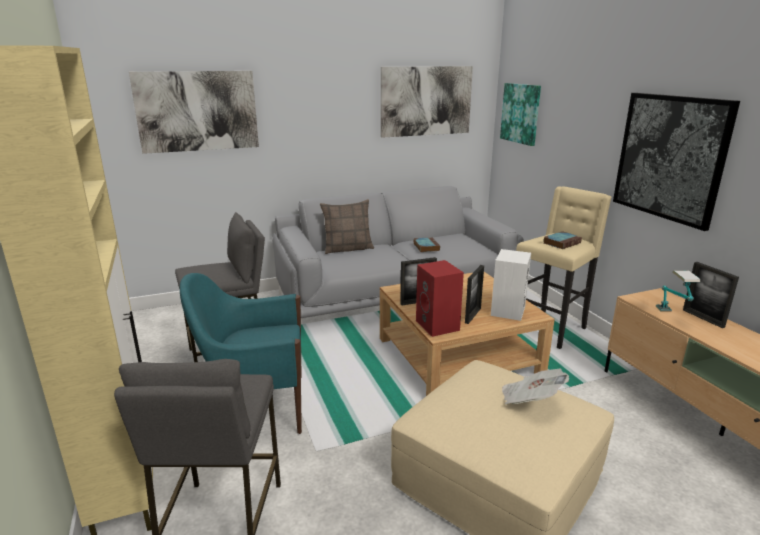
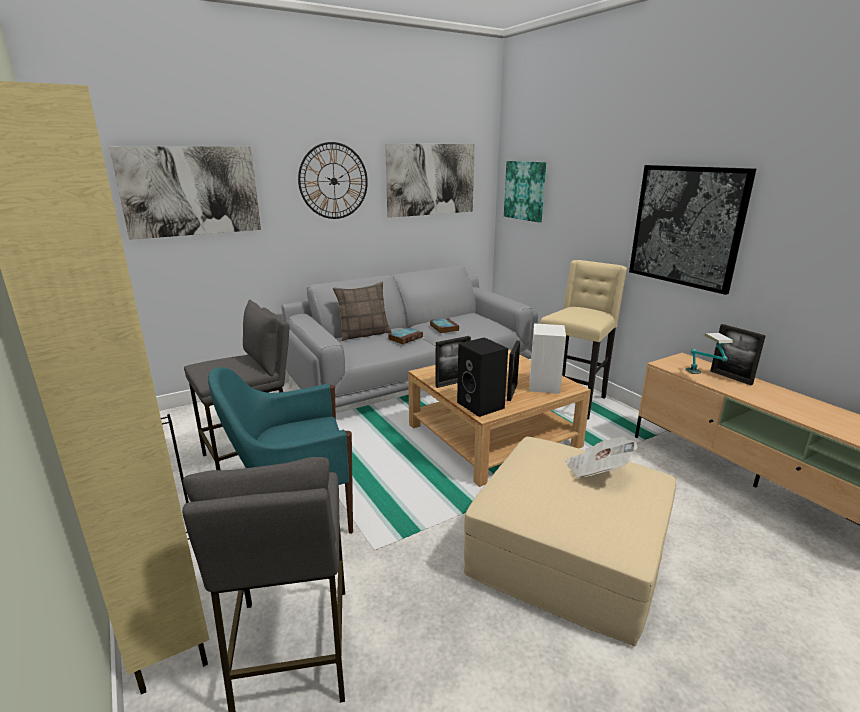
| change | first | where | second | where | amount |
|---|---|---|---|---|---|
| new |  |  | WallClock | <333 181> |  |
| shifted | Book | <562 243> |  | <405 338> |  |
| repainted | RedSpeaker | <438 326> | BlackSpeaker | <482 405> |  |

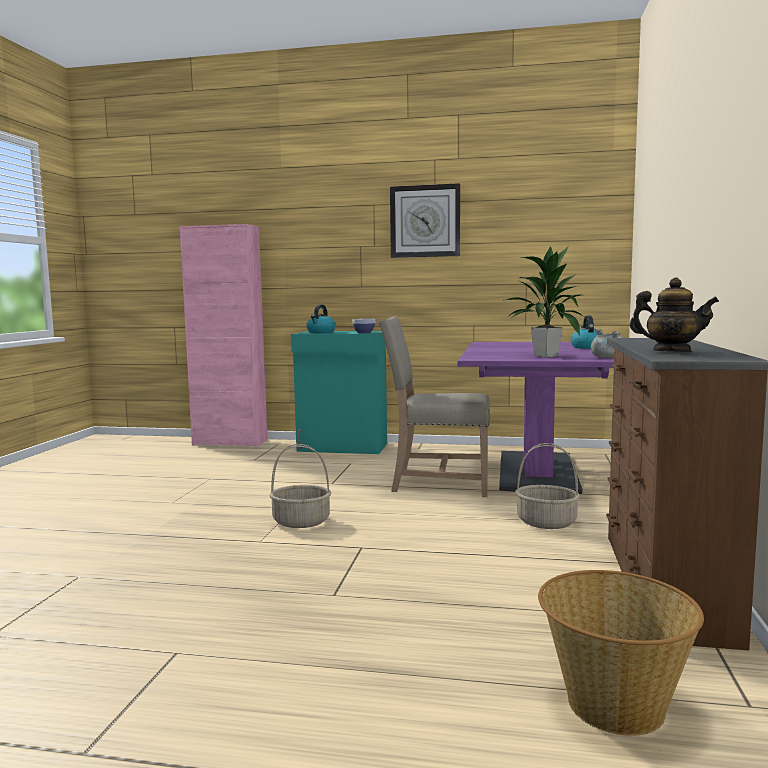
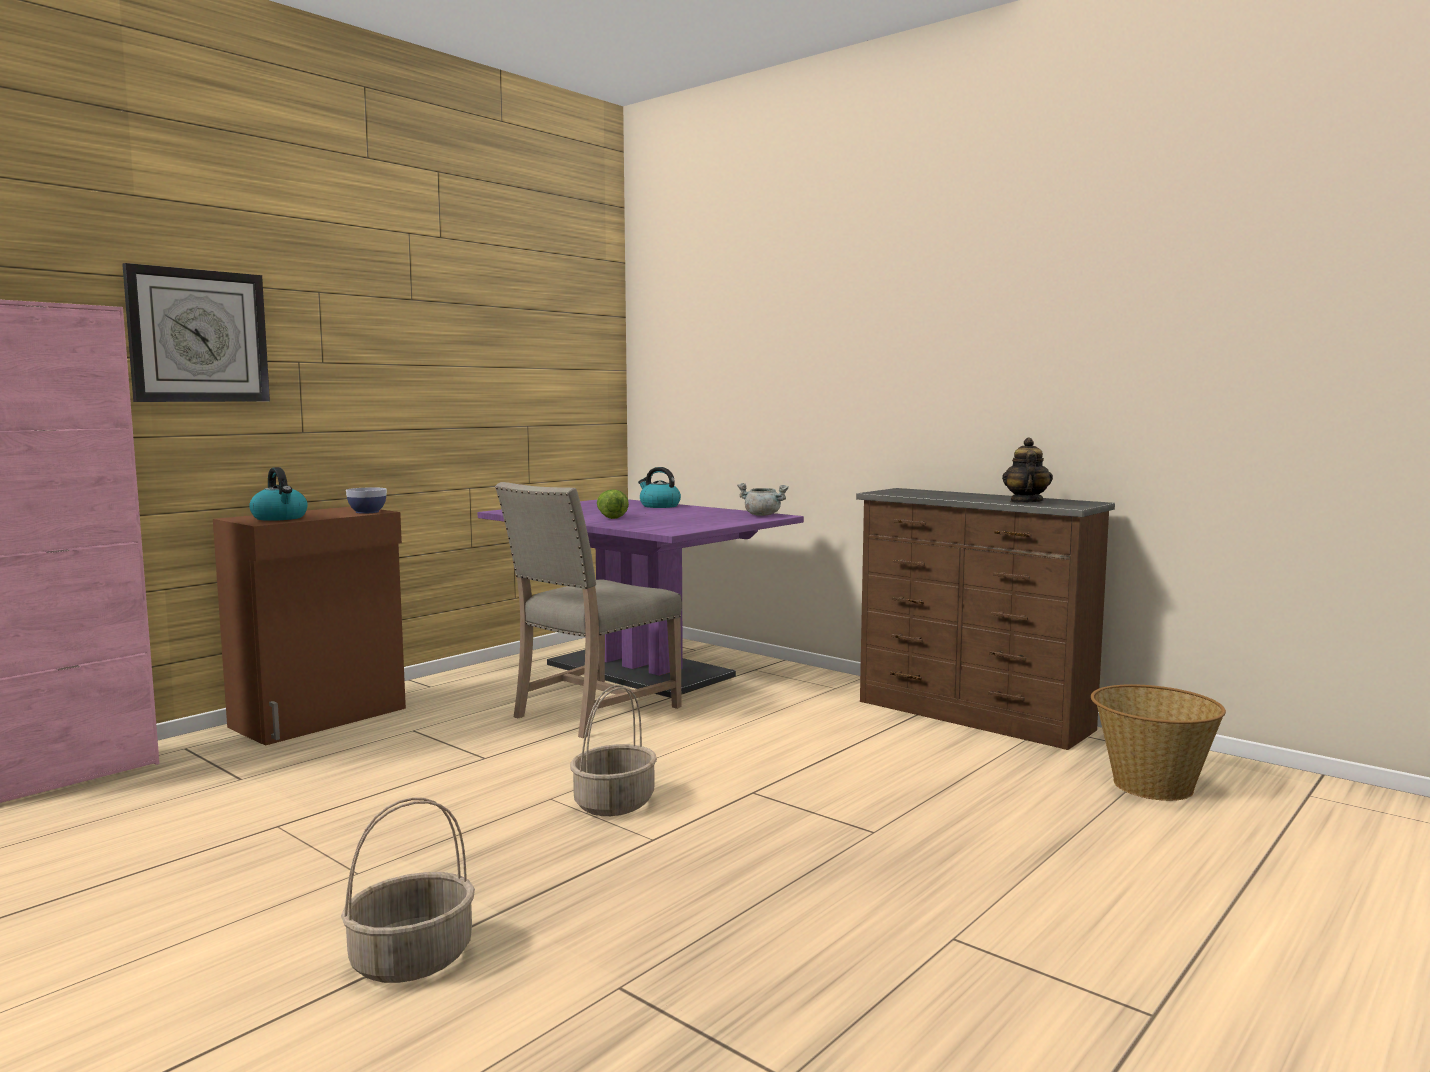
| change | first | where | second | where | amount |
|---|---|---|---|---|---|
| gone | PottedPlant | <544 356> |  |  |  |
| new |  |  | Lettuce | <611 517> |  |
| shifted | WallClock | <425 221> |  | <198 336> |  |
| shifted | Basket | <547 522> |  | <412 958> |  |
| repainted | TurquoiseCabinet | <342 448> | BrownCabinet | <321 718> |  |
| rotated | Teapot | <671 352> |  | <1025 502> | 45 degrees counterclockwise |

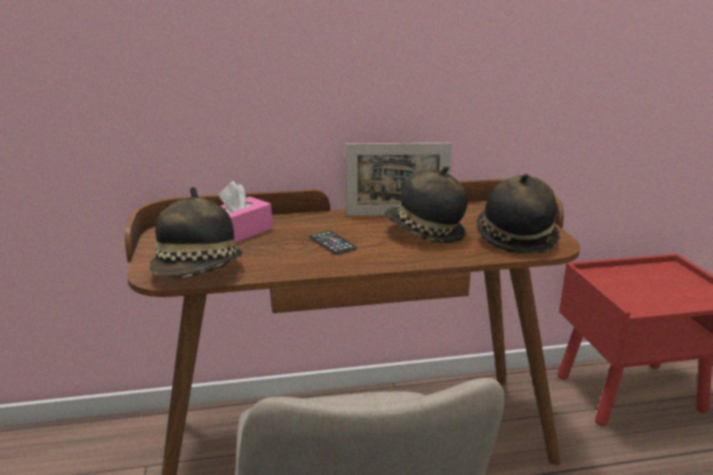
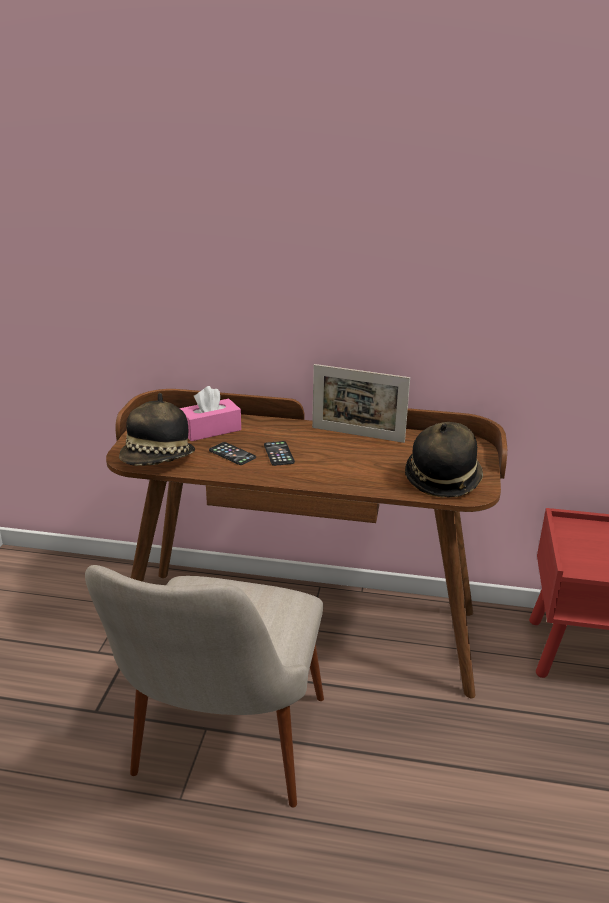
| change | first | where | second | where | amount |
|---|---|---|---|---|---|
| gone | Hat | <424 233> |  |  |  |
| new |  |  | Phone | <232 454> |  |

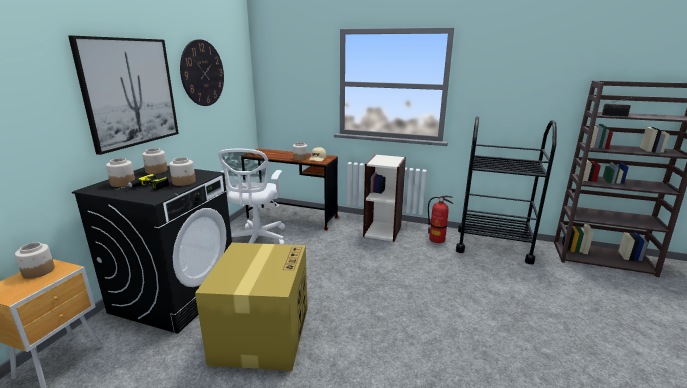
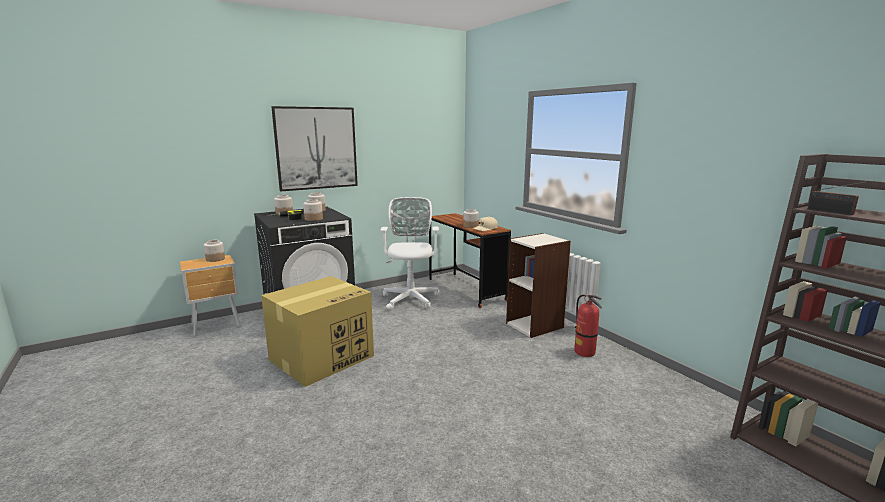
| change | first | where | second | where | amount |
|---|---|---|---|---|---|
| gone | WallClock | <202 73> |  |  |  |
| gone | BlackCart | <492 245> |  |  |  |
| rotated | WhiteOfficeChair | <257 240> |  | <411 298> | 135 degrees clockwise |

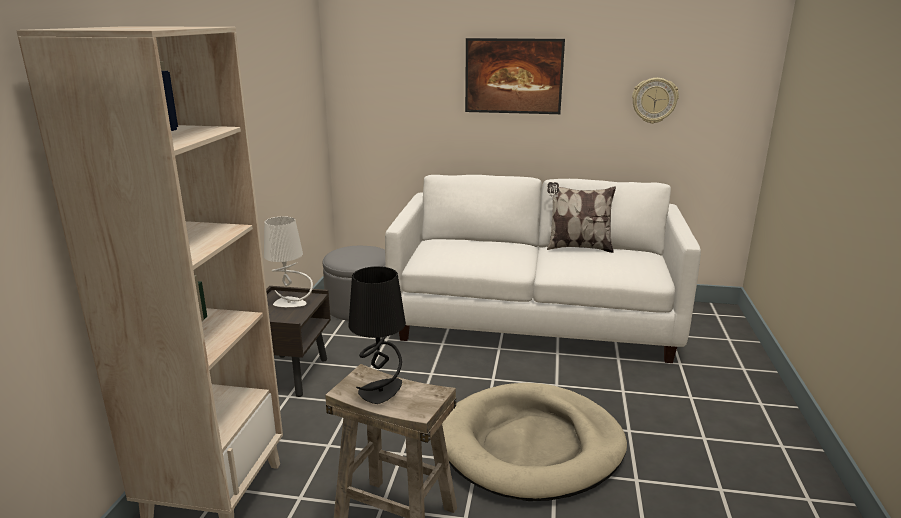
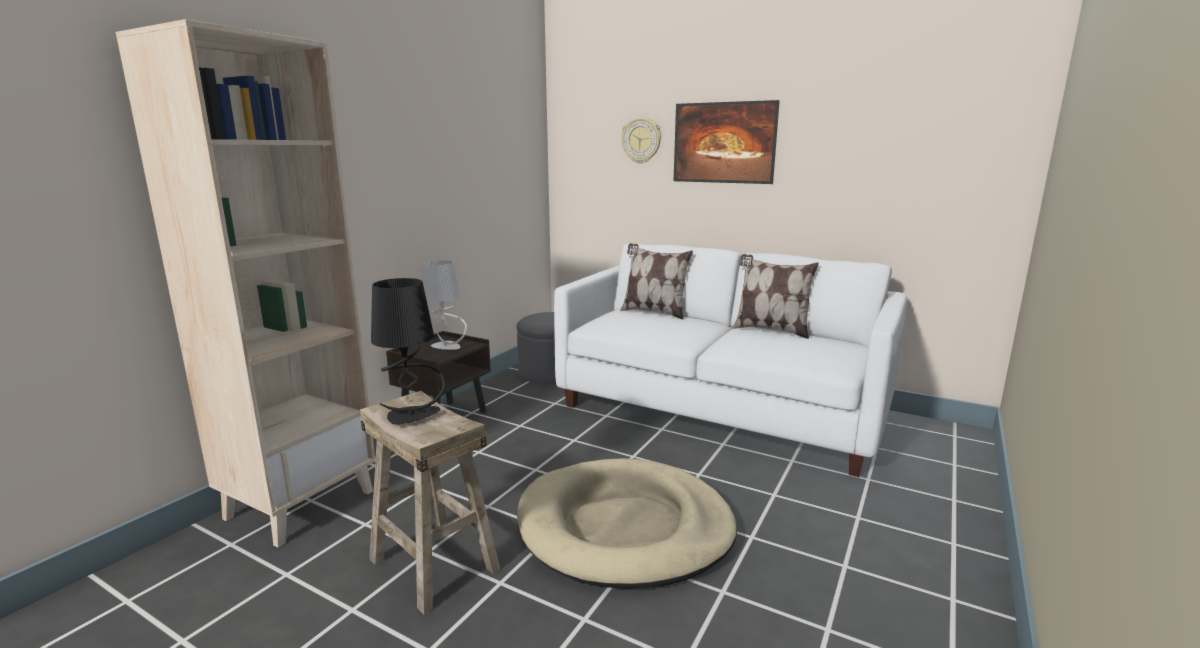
| change | first | where | second | where | amount |
|---|---|---|---|---|---|
| new |  |  | Pillow | <654 312> |  |
| shifted | WallClock | <654 100> |  | <641 140> |  |

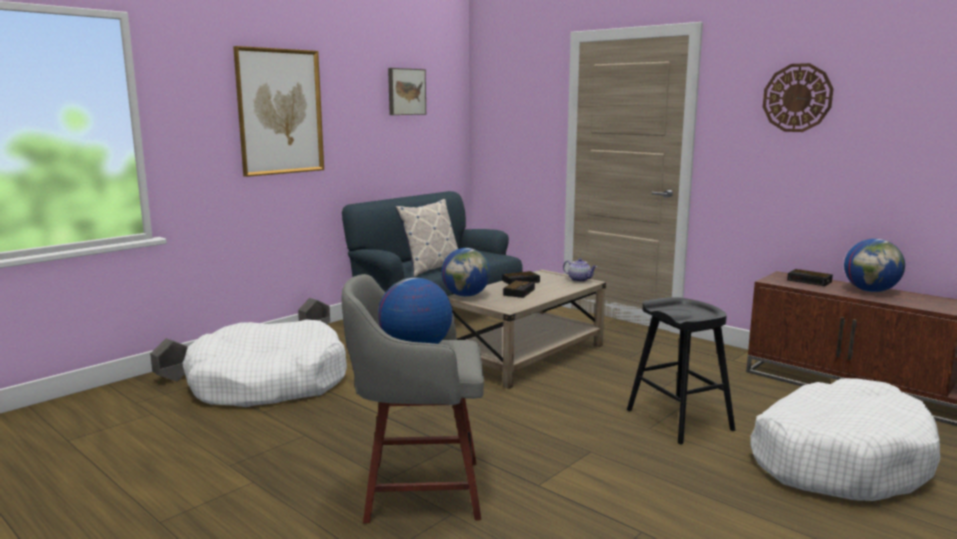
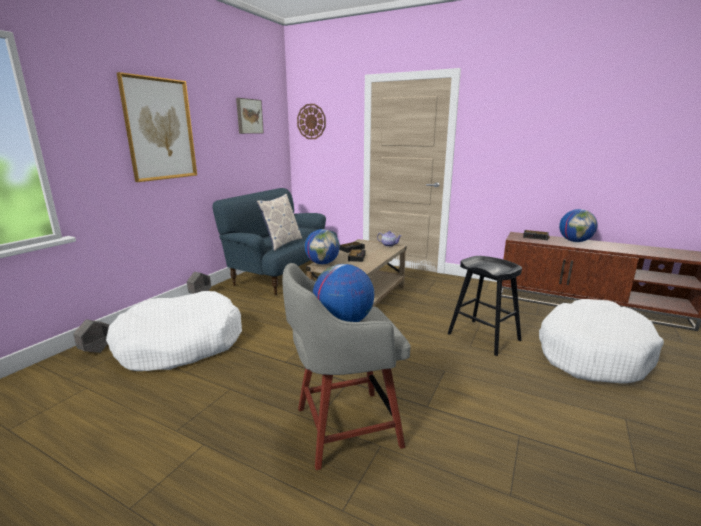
| change | first | where | second | where | amount |
|---|---|---|---|---|---|
| shifted | WallClock | <797 98> |  | <311 121> |  |

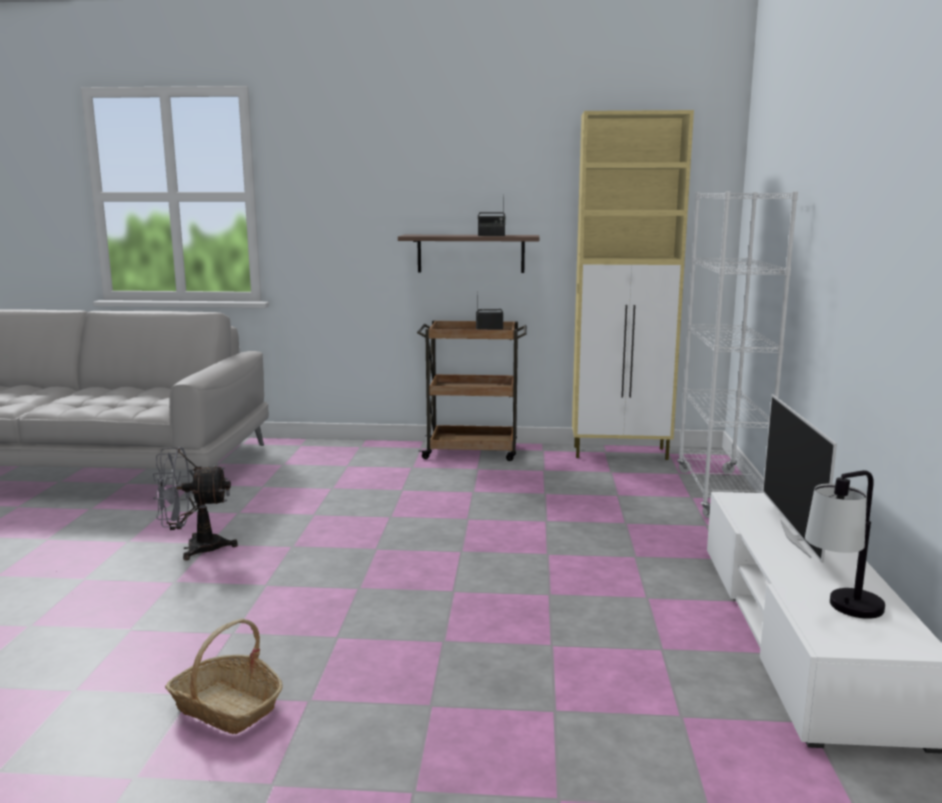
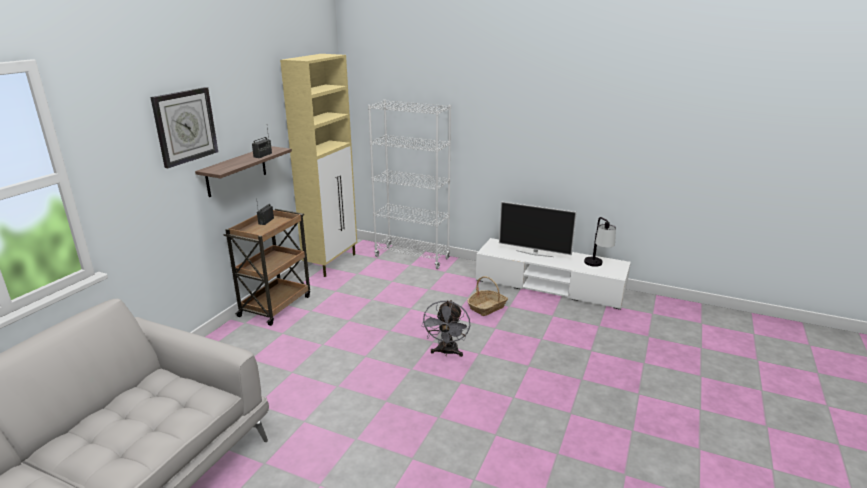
| change | first | where | second | where | amount |
|---|---|---|---|---|---|
| new |  |  | WallClock | <185 126> |  |
| shifted | GreyFan | <195 548> |  | <447 352> |  |
| shifted | Basket | <227 707> |  | <487 307> |  |

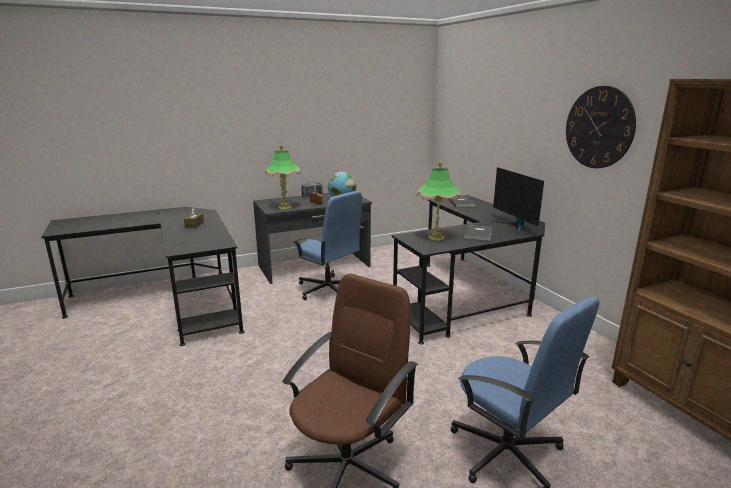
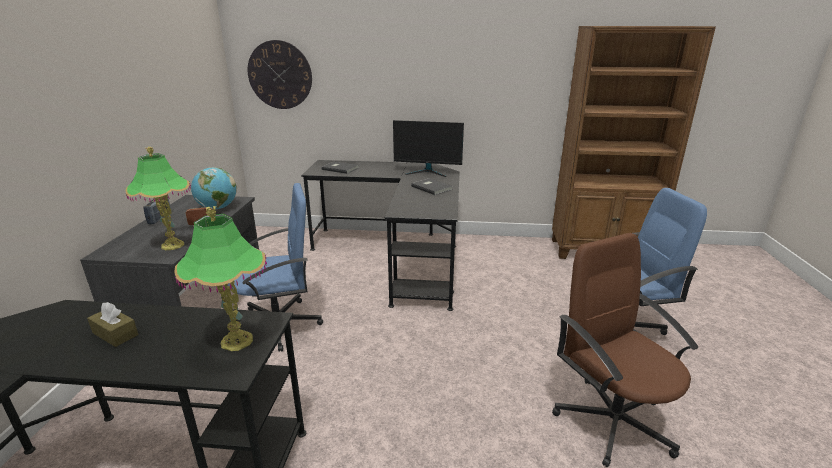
| change | first | where | second | where | amount |
|---|---|---|---|---|---|
| shifted | TableLamp | <436 238> |  | <236 341> |  |
| shifted | WallClock | <599 127> |  | <280 75> |  |

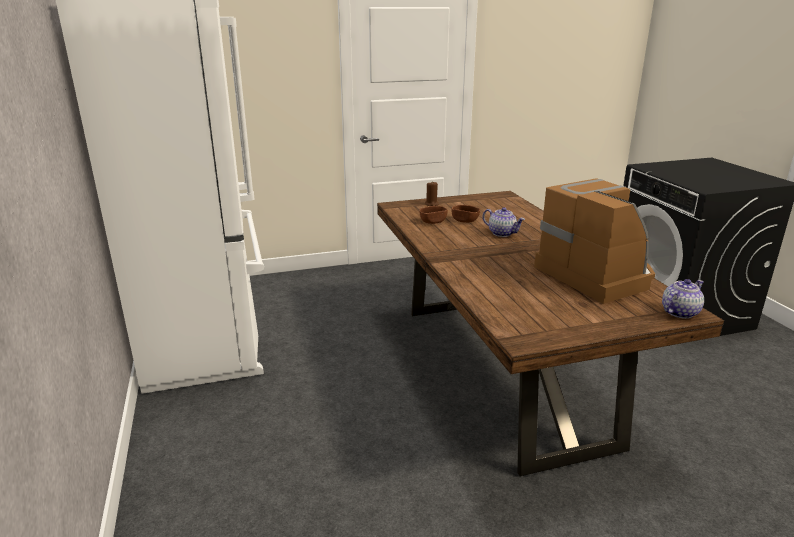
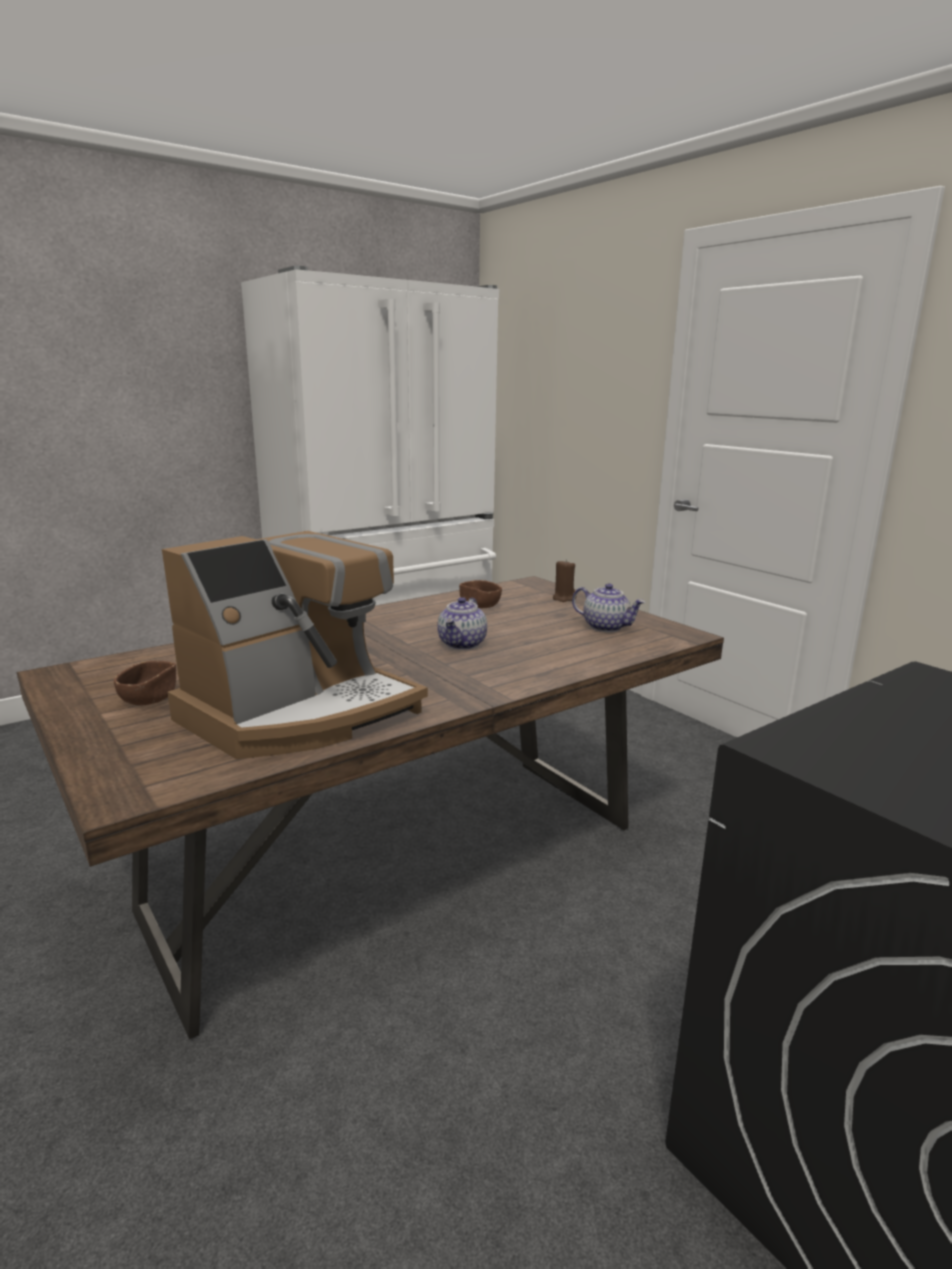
| change | first | where | second | where | amount |
|---|---|---|---|---|---|
| shifted | BrownBowl | <465 220> |  | <149 698> |  |
| shifted | Teapot | <679 312> |  | <606 627> |  |

